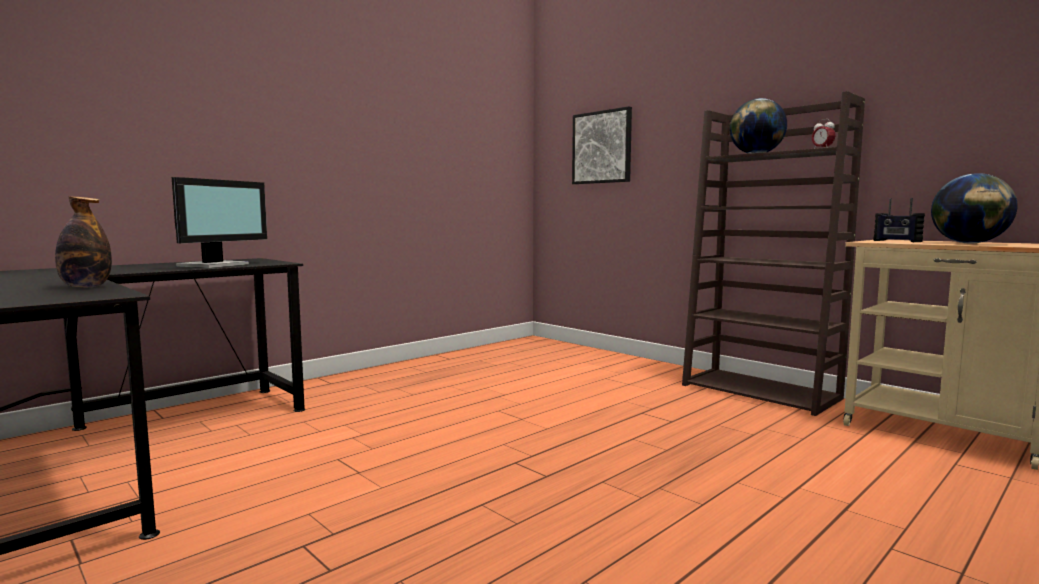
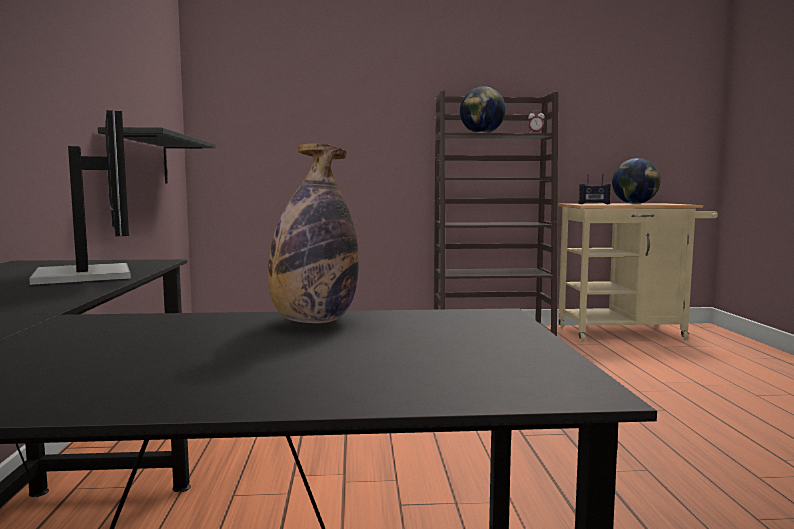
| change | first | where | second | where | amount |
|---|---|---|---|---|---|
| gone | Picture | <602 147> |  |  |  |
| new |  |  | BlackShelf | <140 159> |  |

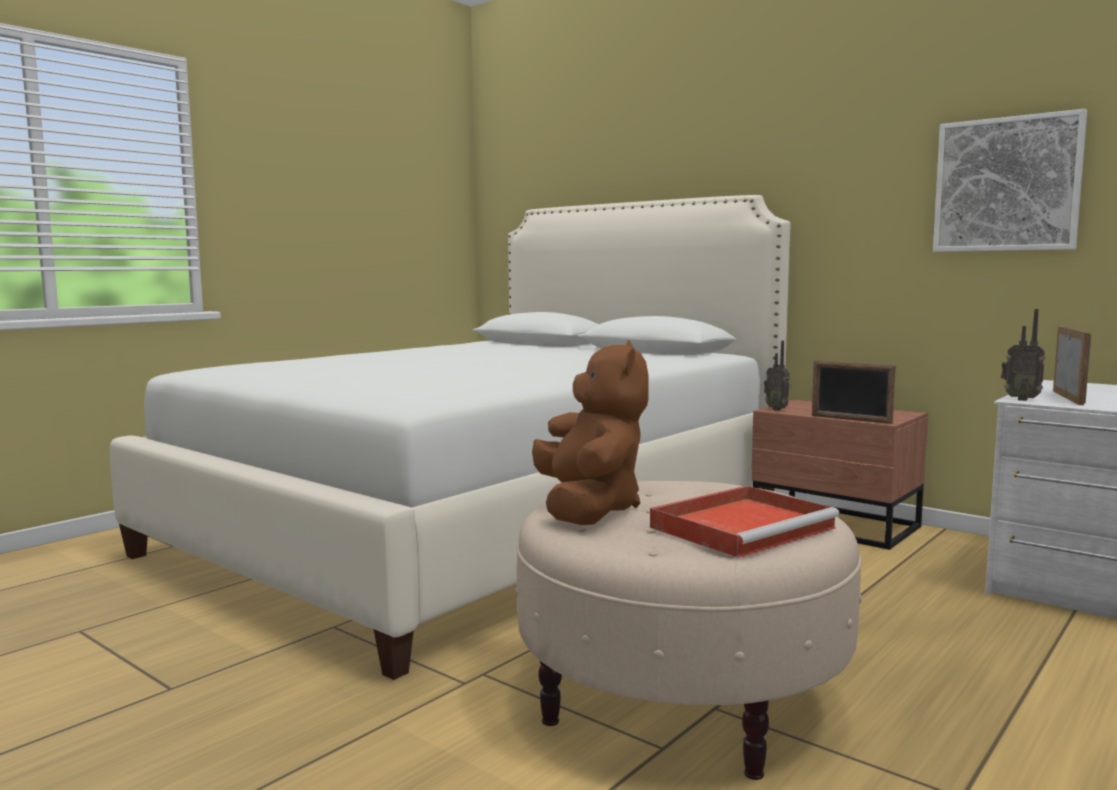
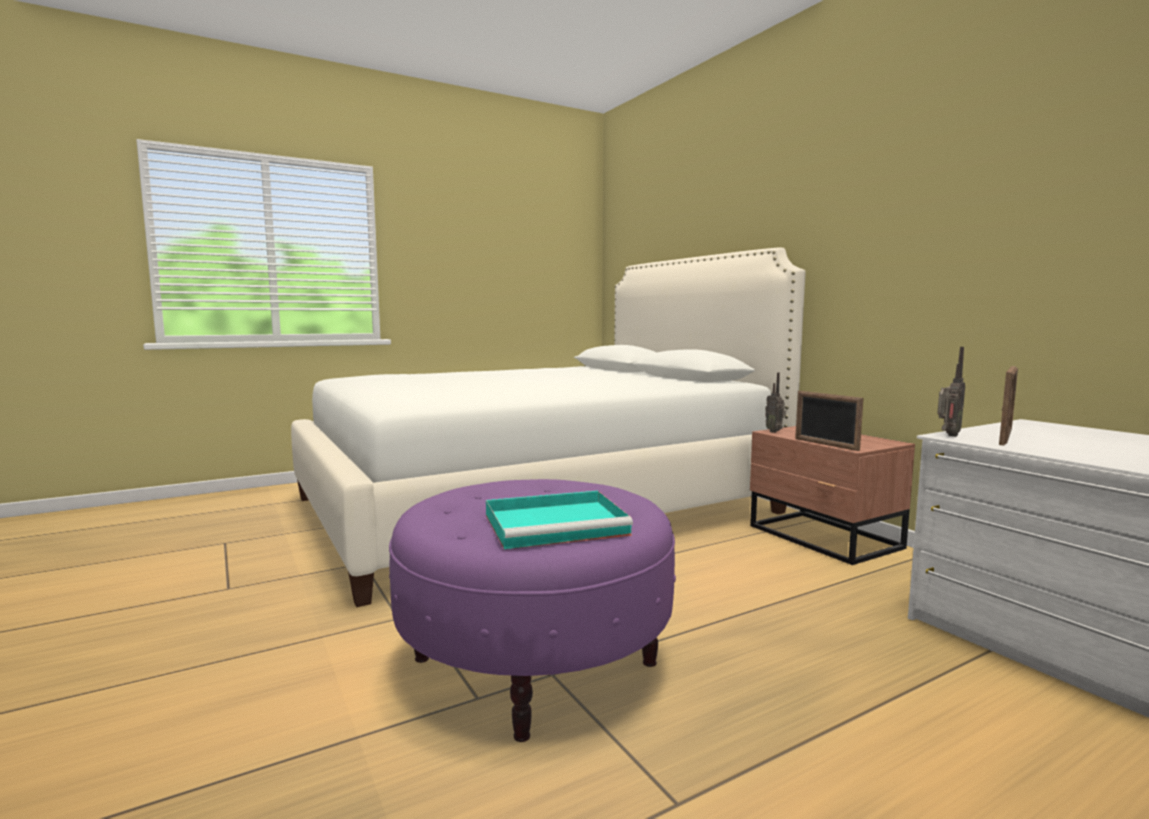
| change | first | where | second | where | amount |
|---|---|---|---|---|---|
| gone | BrownPlushToy | <588 509> |  |  |  |
| gone | Picture | <1006 184> |  |  |  |
| repainted | BeigeOttoman | <682 699> | PurpleOttoman | <535 661> |  |
| repainted | RedTray | <744 527> | TurquoiseTray | <558 524> |  |
| rotated | Radio | <1020 399> |  | <947 435> | 105 degrees counterclockwise |

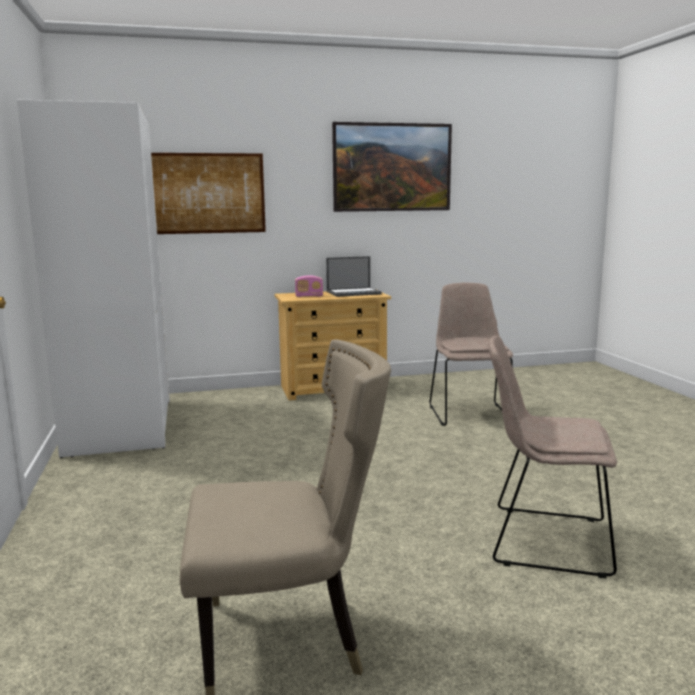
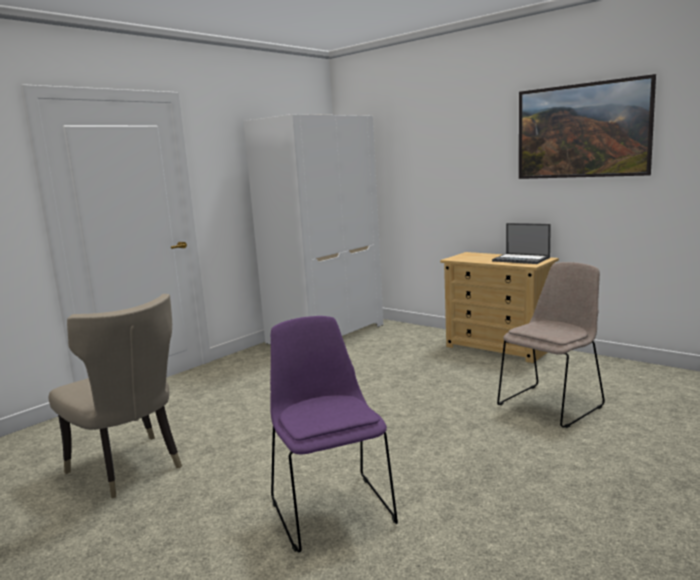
| change | first | where | second | where | amount |
|---|---|---|---|---|---|
| gone | Picture | <207 193> |  |  |  |
| gone | Radio | <309 296> |  |  |  |
| repainted | BeigeChair | <543 540> | PurpleChair | <331 508> |  |

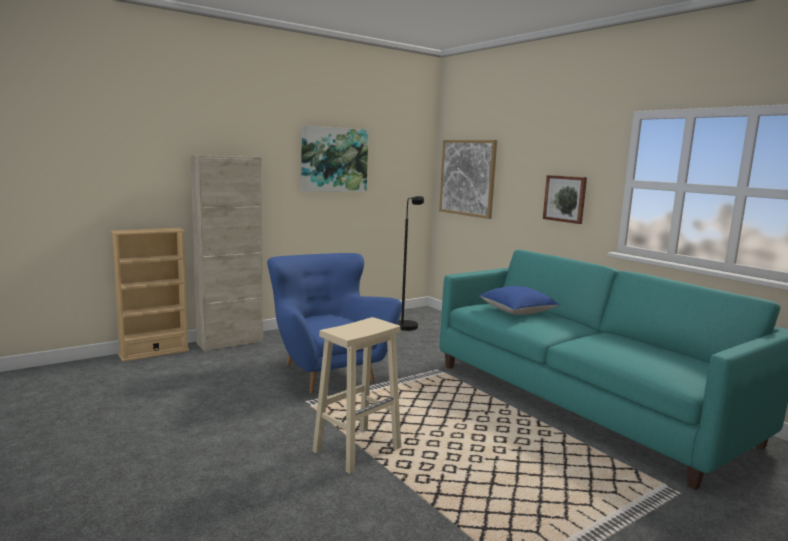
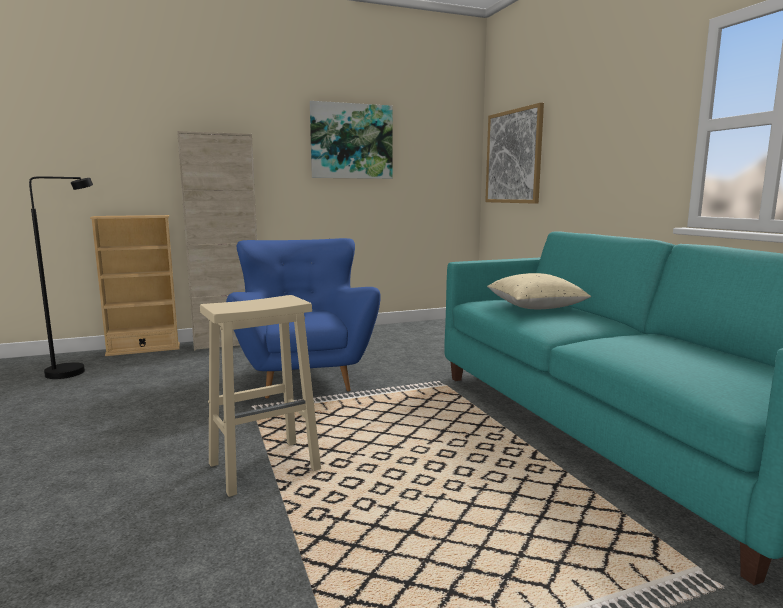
| change | first | where | second | where | amount |
|---|---|---|---|---|---|
| gone | Picture | <565 198> |  |  |  |
| shifted | BlackFloorLamp | <407 325> |  | <75 370> |  |
| repainted | BluePillow | <517 312> | BeigePillow | <535 307> |  |

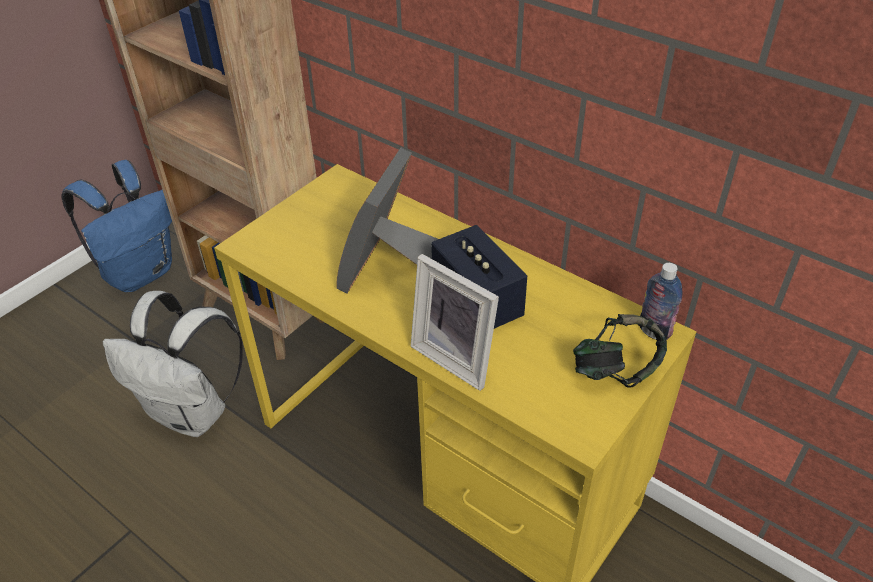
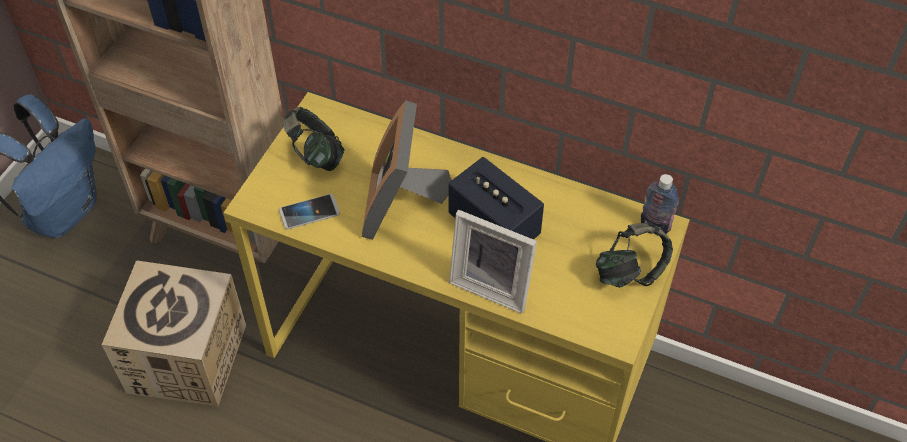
| change | first | where | second | where | amount |
|---|---|---|---|---|---|
| new |  |  | Phone | <309 212> |  |
| new |  |  | Headphones | <315 155> |  |
| swapped | WhiteBackpack | <193 413> | CardboardBox | <187 358> |  |

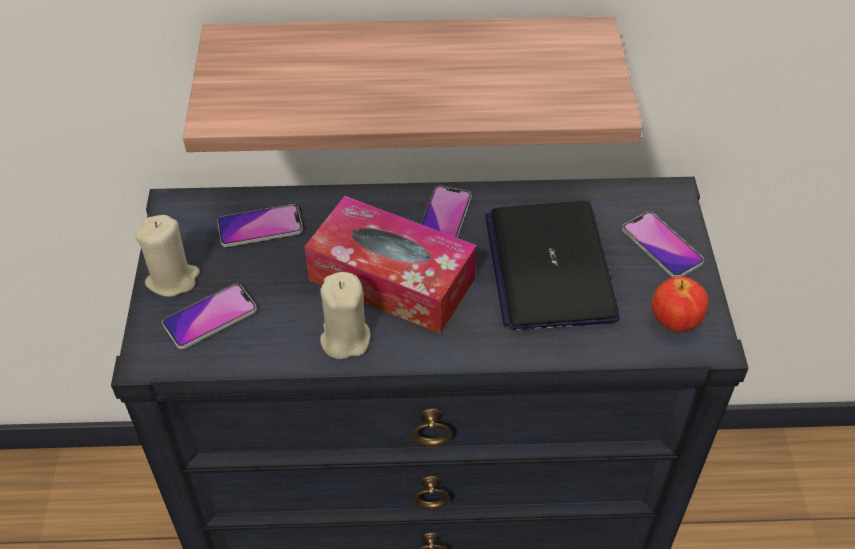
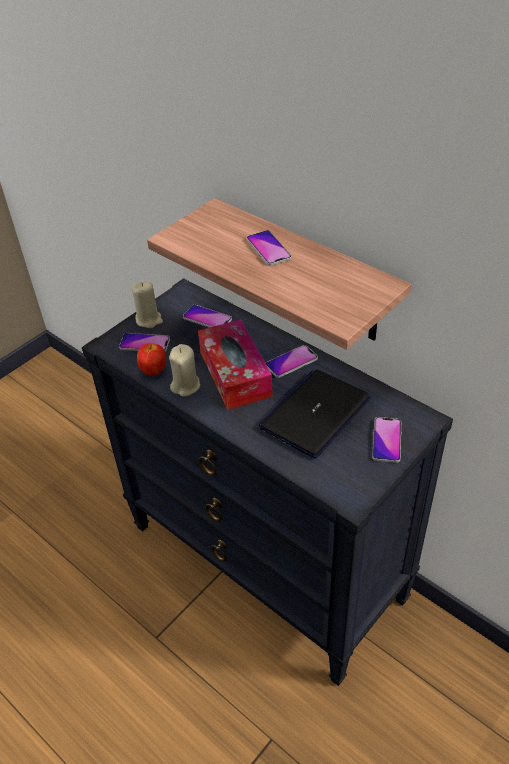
| change | first | where | second | where | amount |
|---|---|---|---|---|---|
| new |  |  | Phone | <268 249> |  |
| shifted | Apple | <673 323> |  | <153 371> |  |

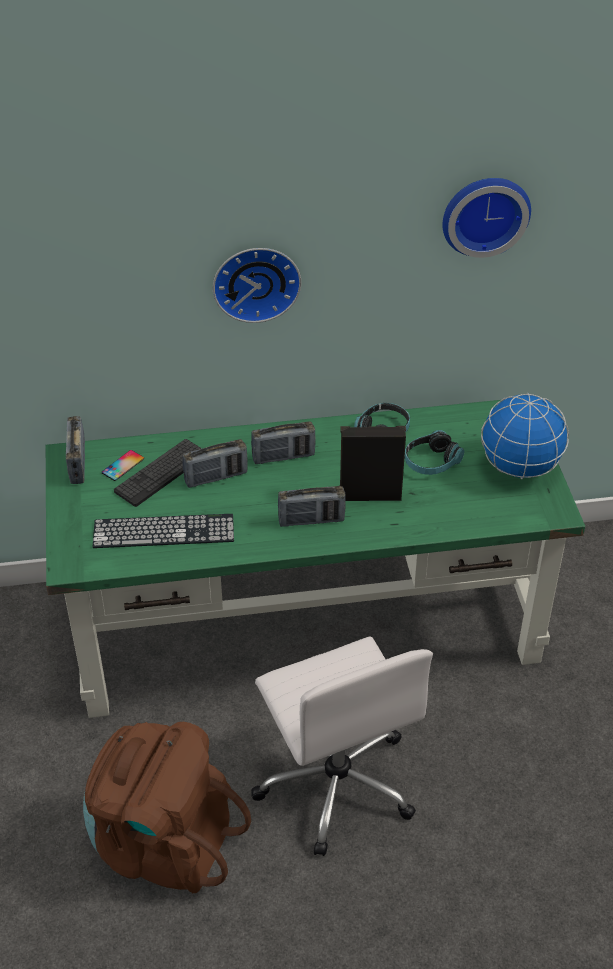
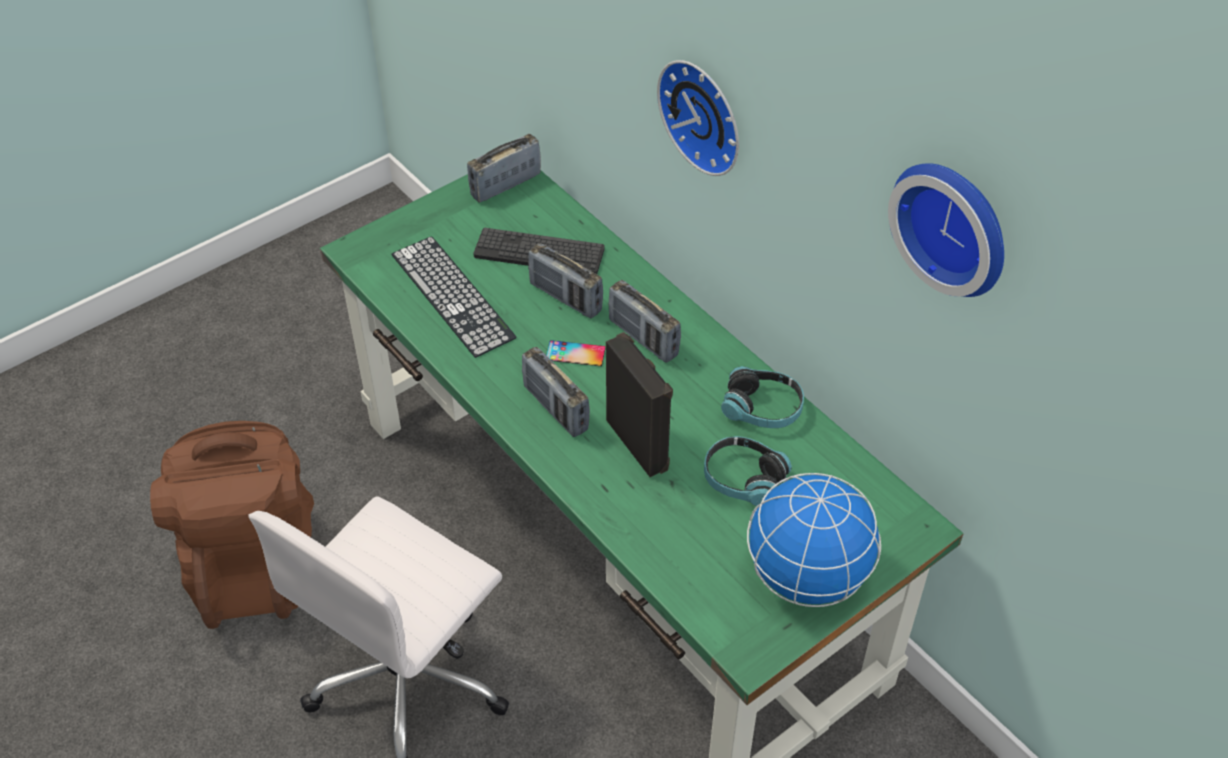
| change | first | where | second | where | amount |
|---|---|---|---|---|---|
| shifted | Phone | <123 465> |  | <575 354> |  |

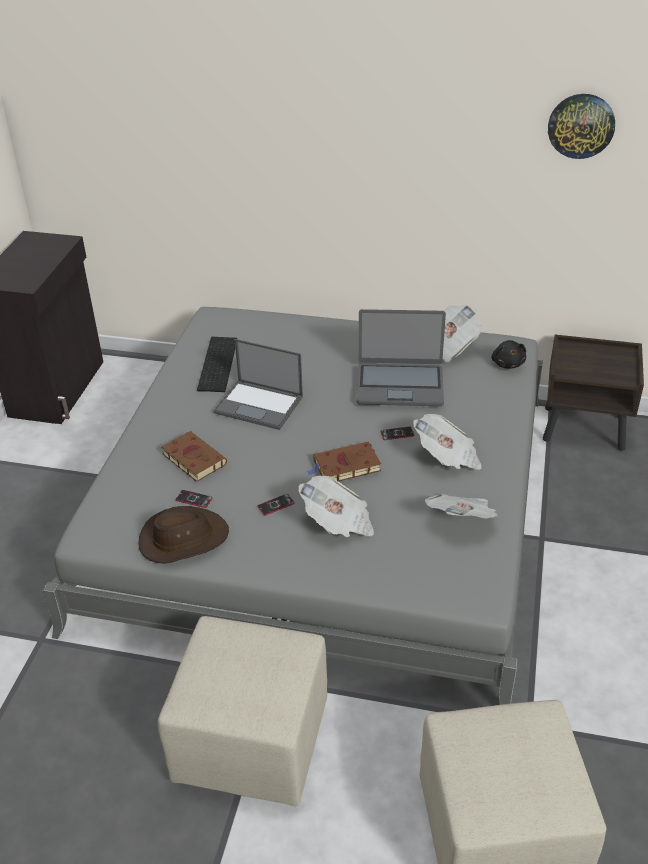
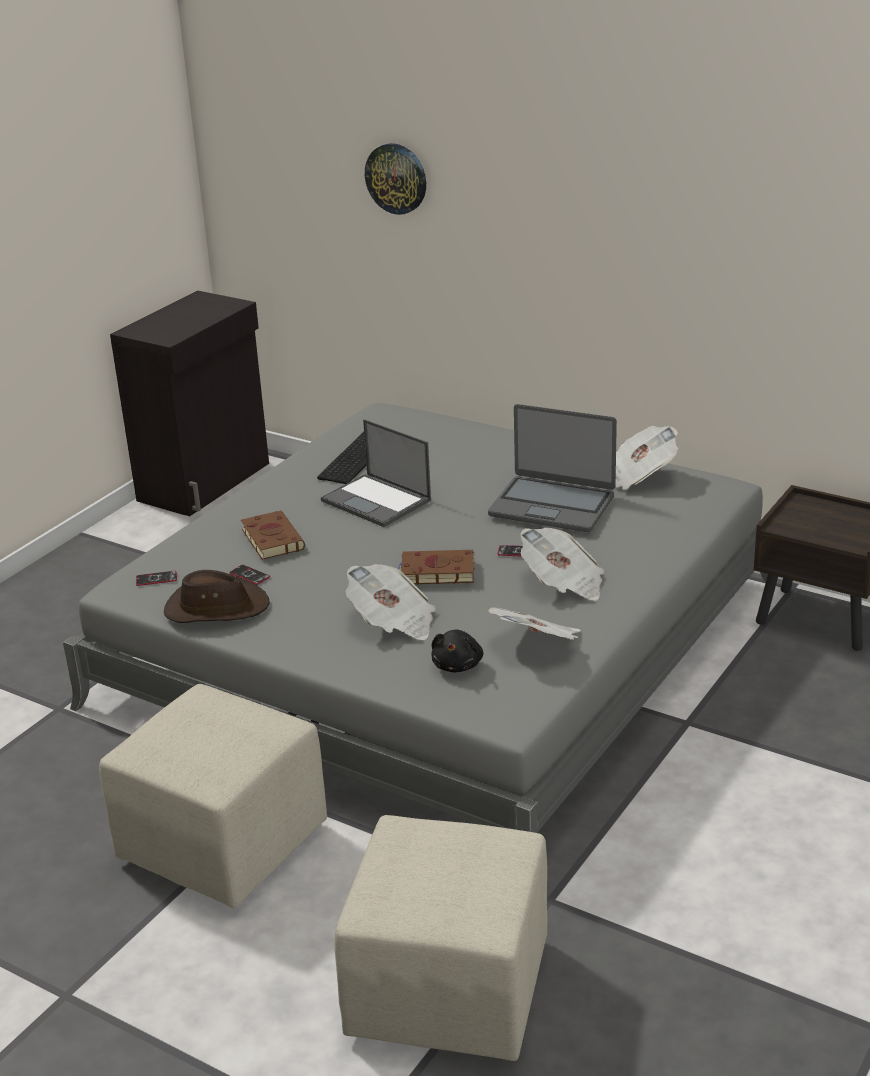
| change | first | where | second | where | amount |
|---|---|---|---|---|---|
| shifted | Phone | <276 505> |  | <156 579> |  |
| shifted | BlackPlushToy | <507 363> |  | <458 665> |  |
| shifted | WallClock | <581 125> |  | <396 178> |  |

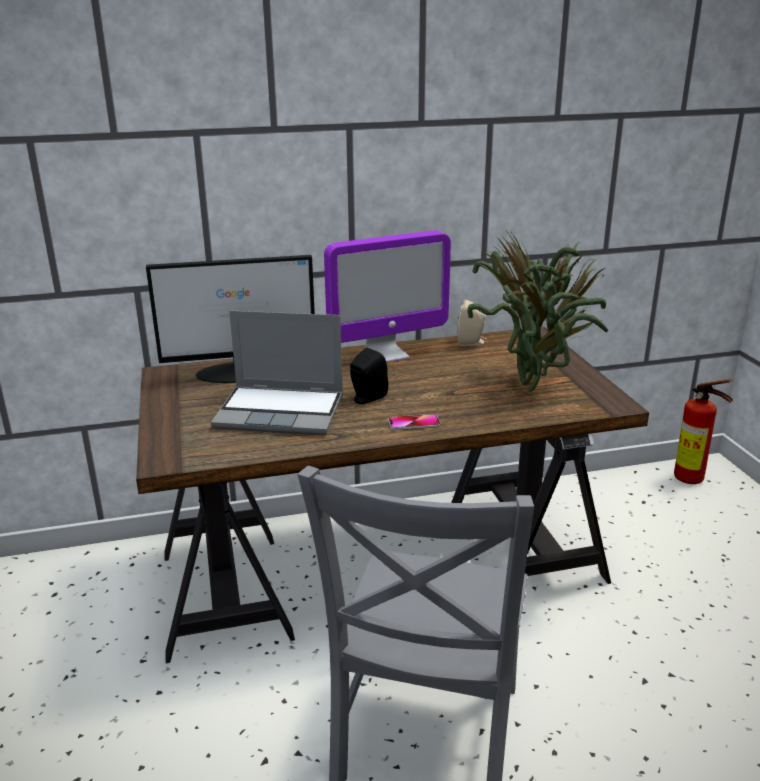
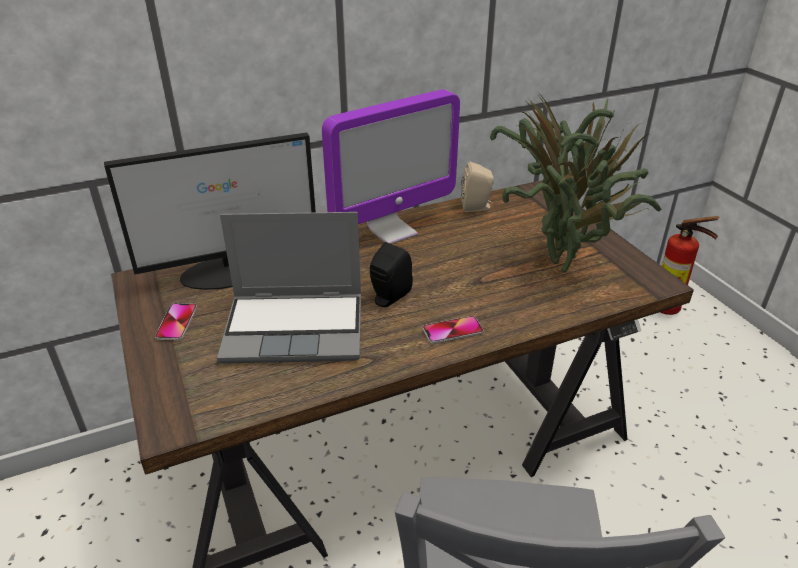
| change | first | where | second | where | amount |
|---|---|---|---|---|---|
| new |  |  | Phone | <177 322> |  |

